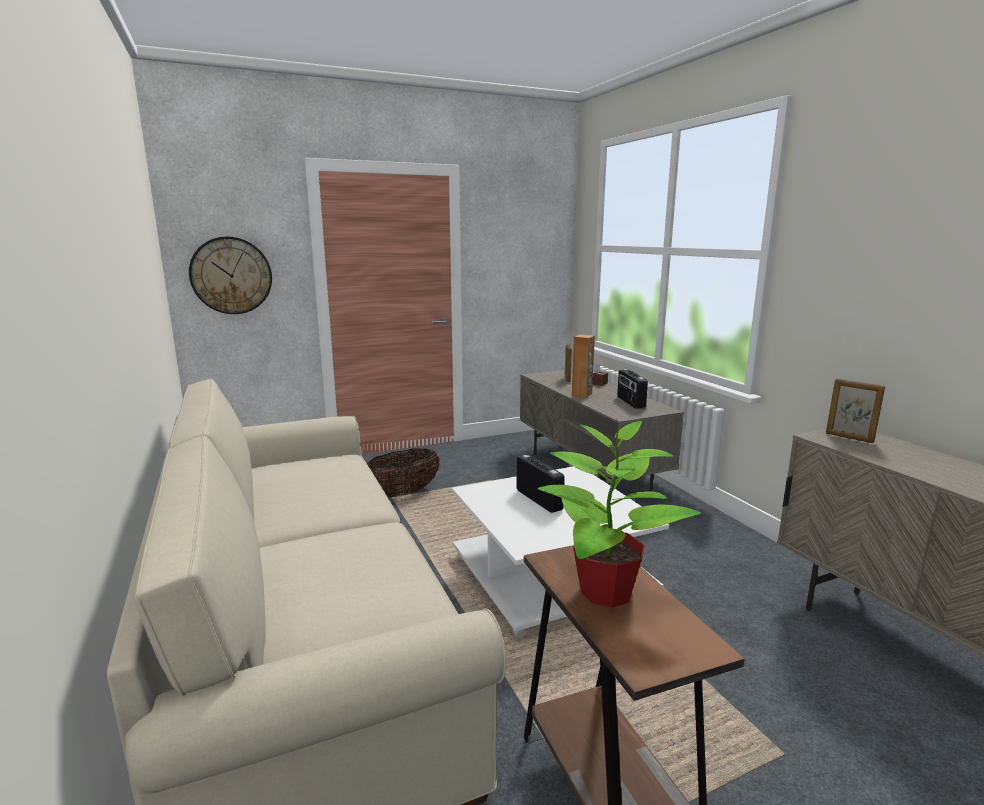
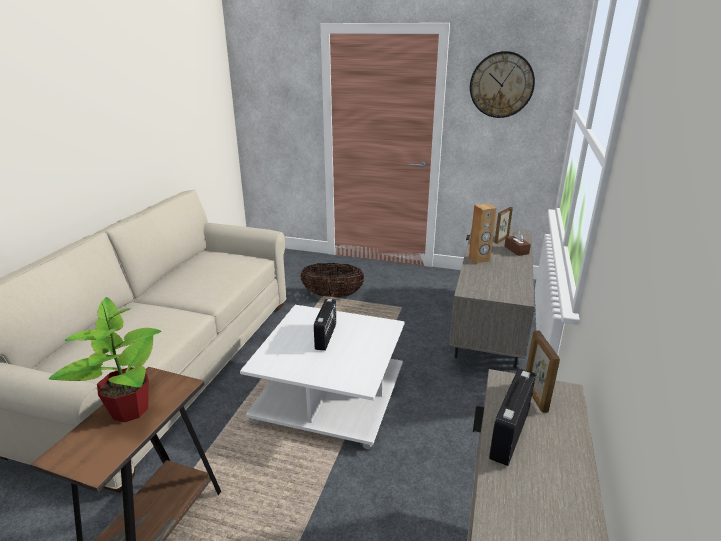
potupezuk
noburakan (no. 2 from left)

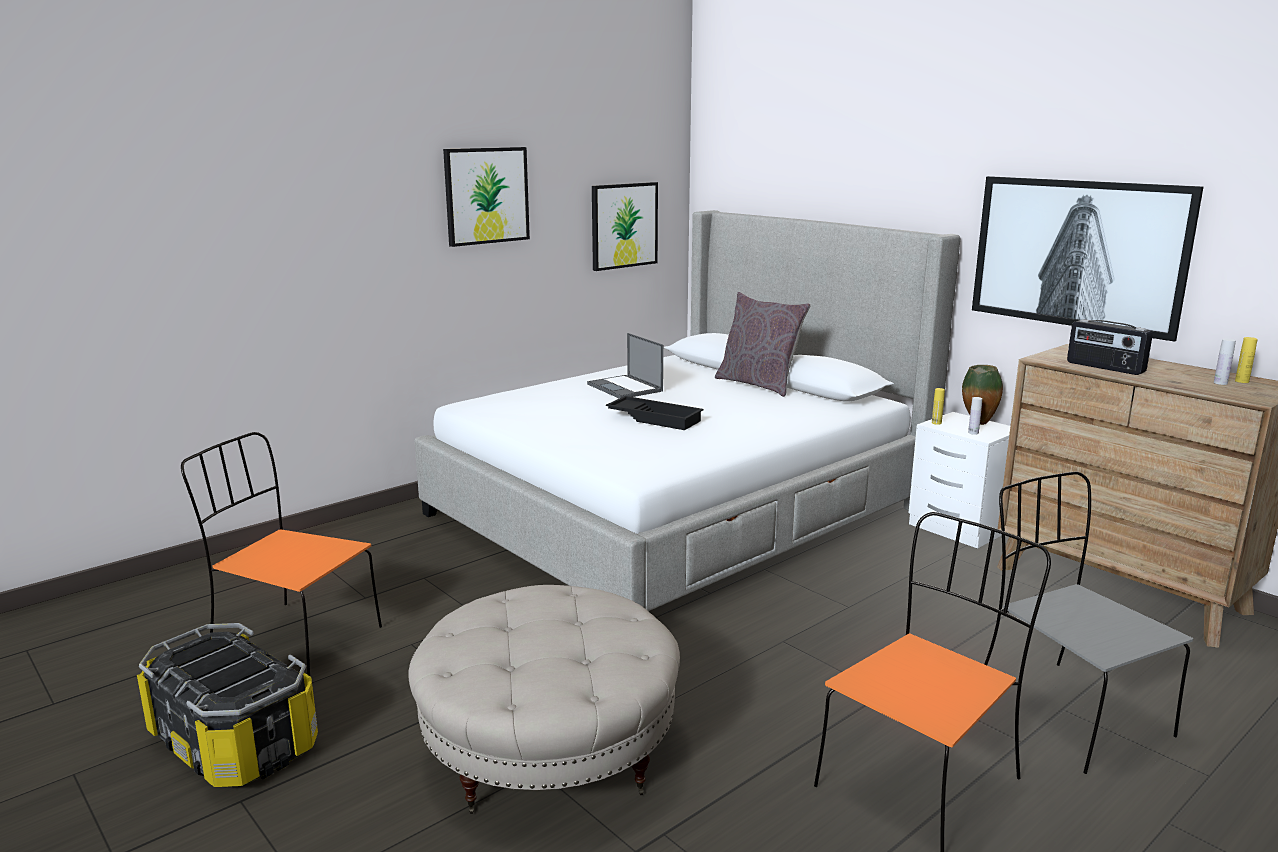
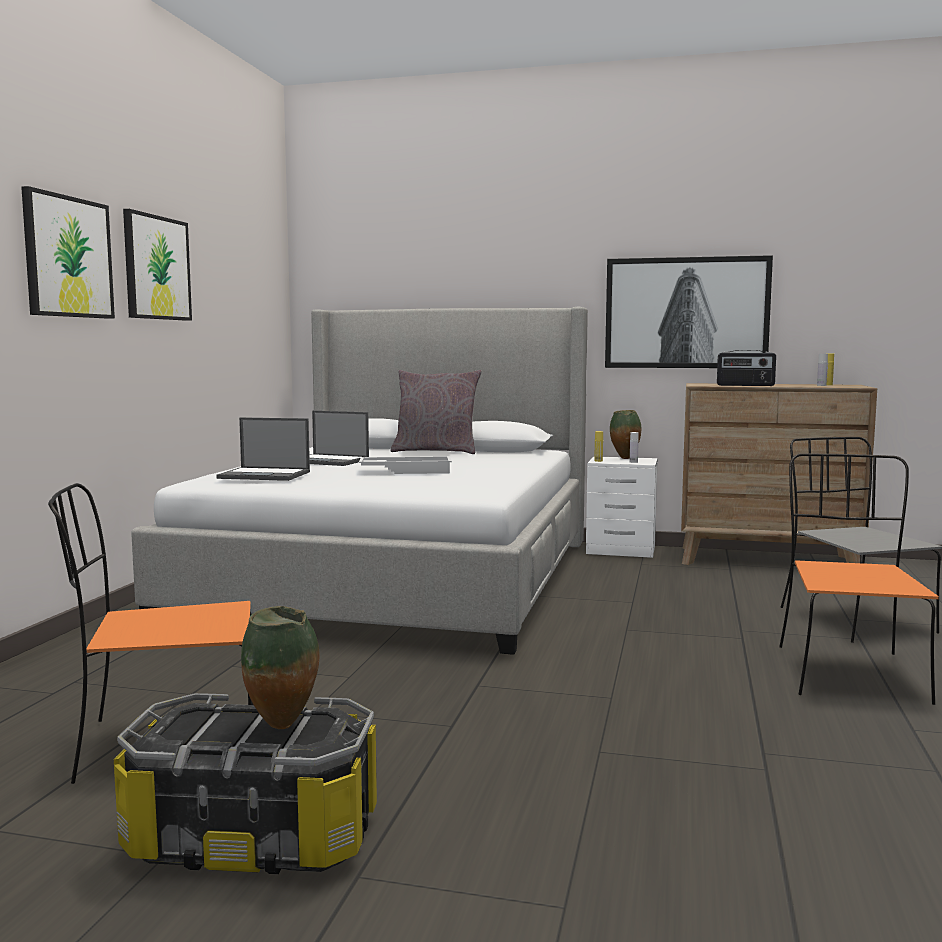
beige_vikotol
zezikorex (no. 1 from left)
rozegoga (no. 1 from left)
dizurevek (no. 1 from left)
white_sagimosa
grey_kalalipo

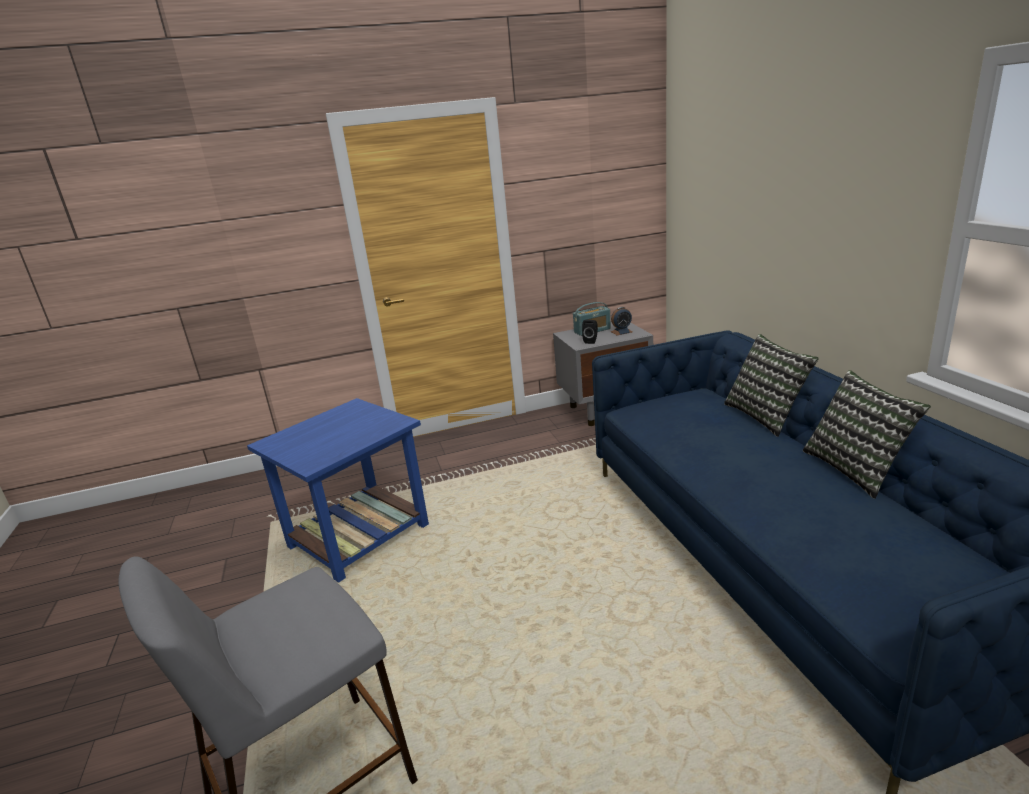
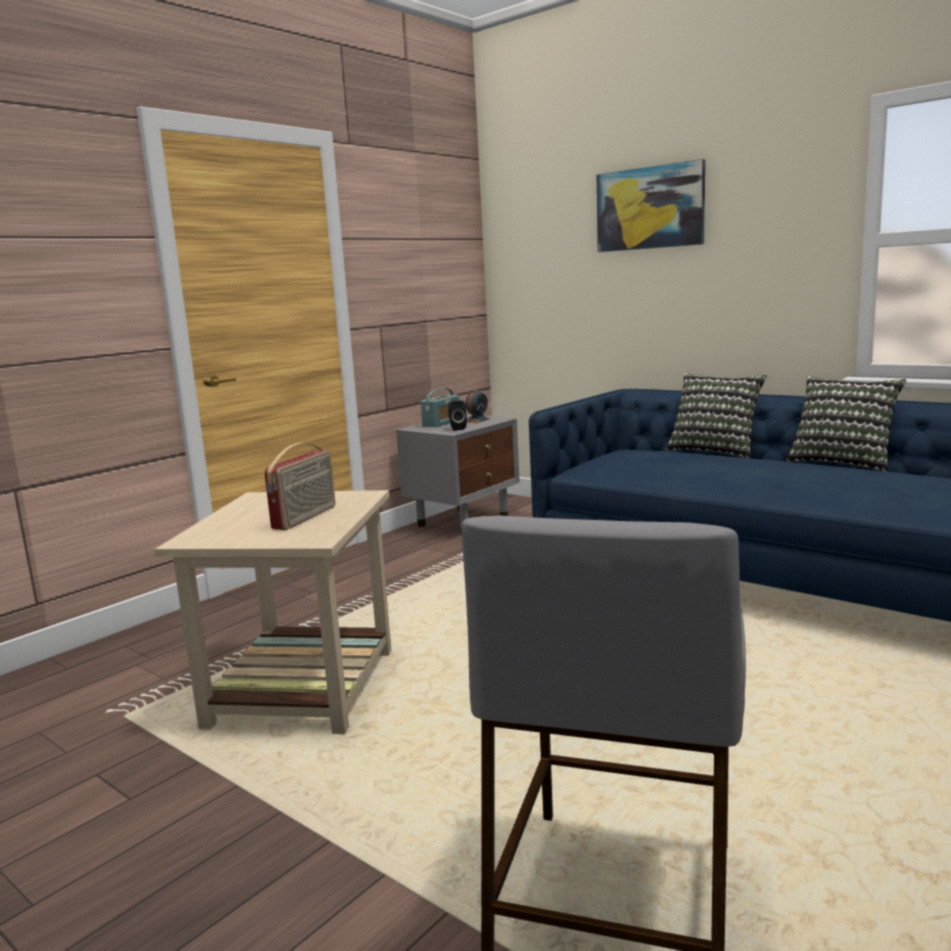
noburakan (no. 1 from left)
dizurevek
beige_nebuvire

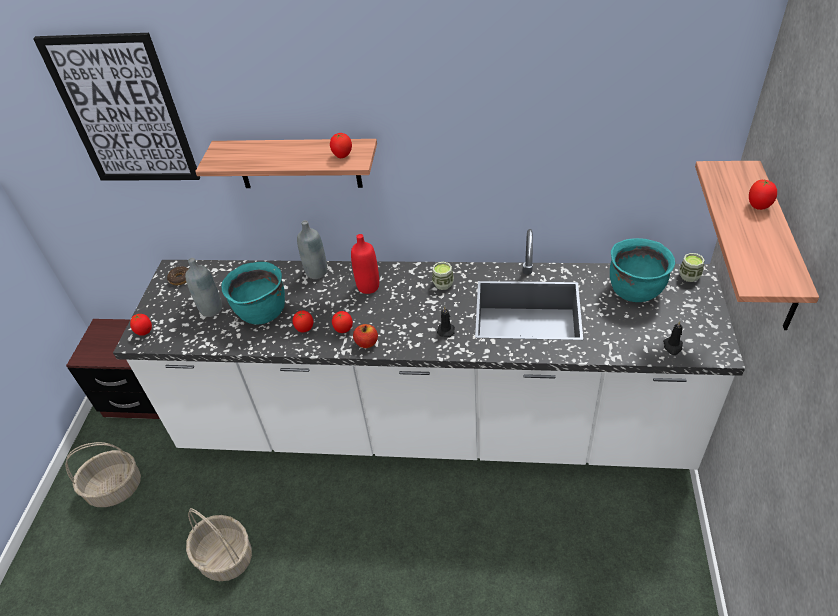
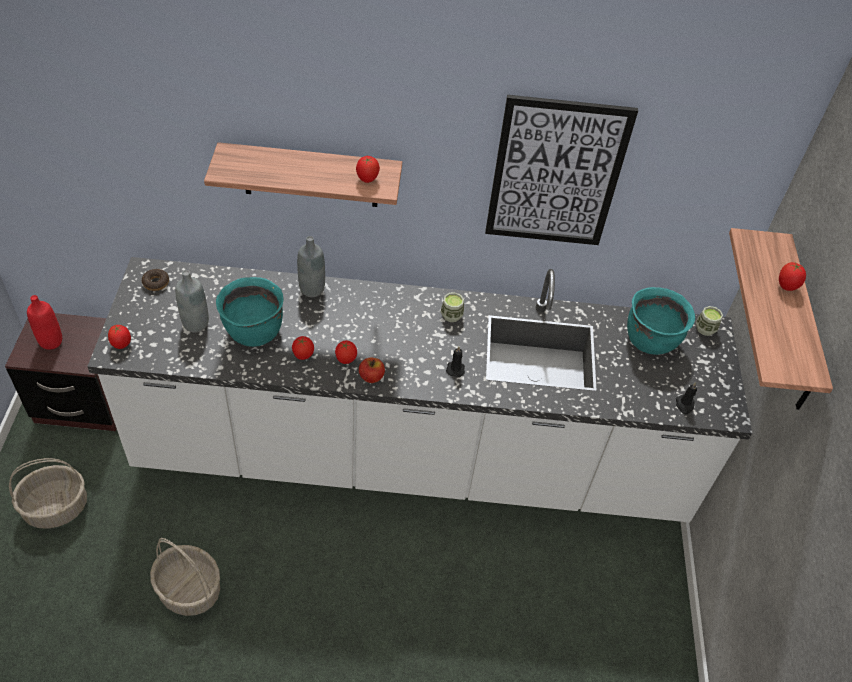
dizurevek
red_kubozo

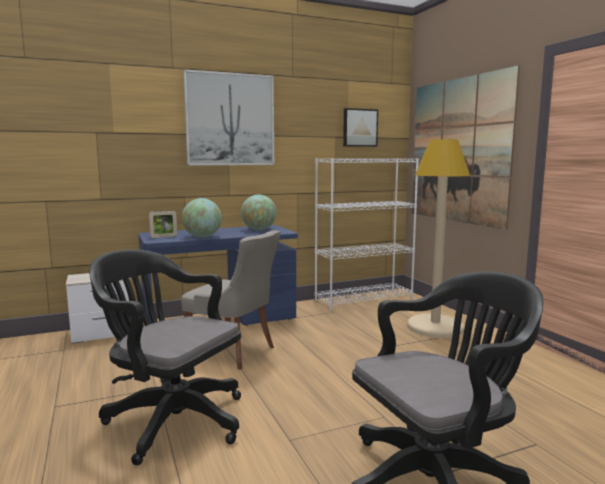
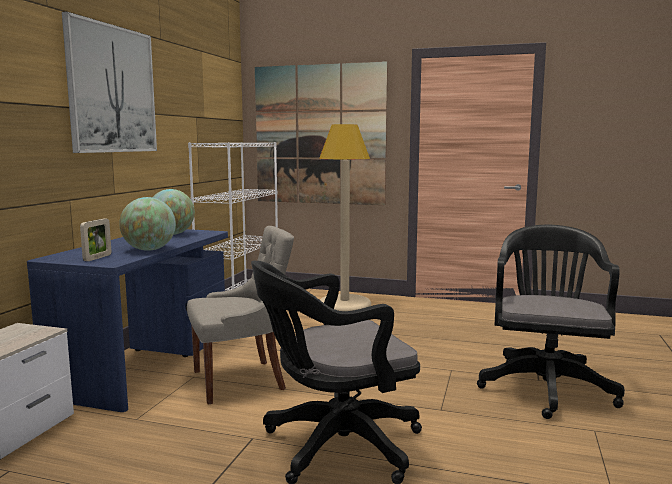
dizurevek (no. 2 from left in the first image)

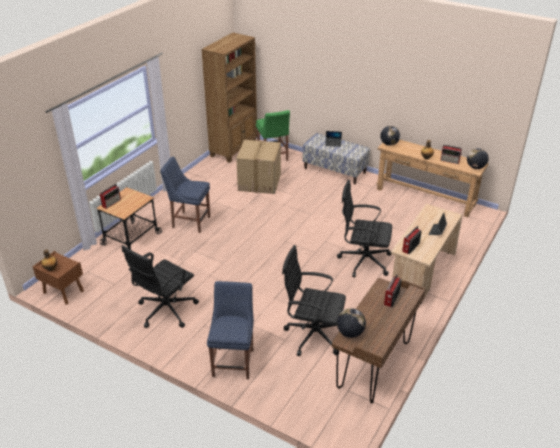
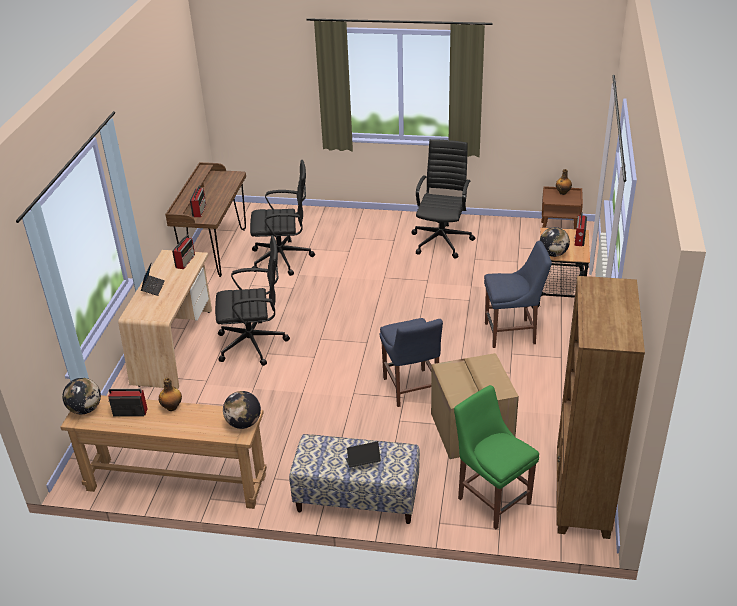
blue_kalalipo (no. 1 from left)
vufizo (no. 3 from left)

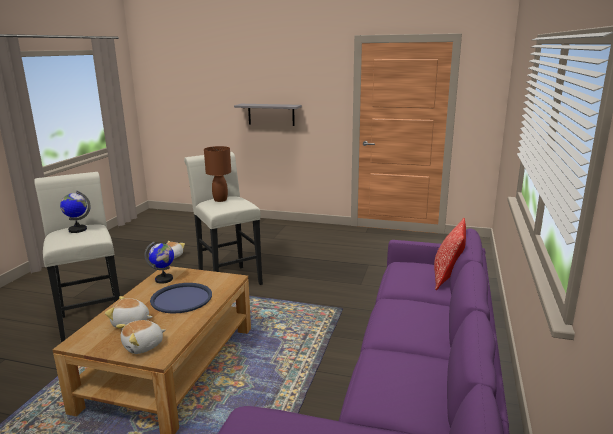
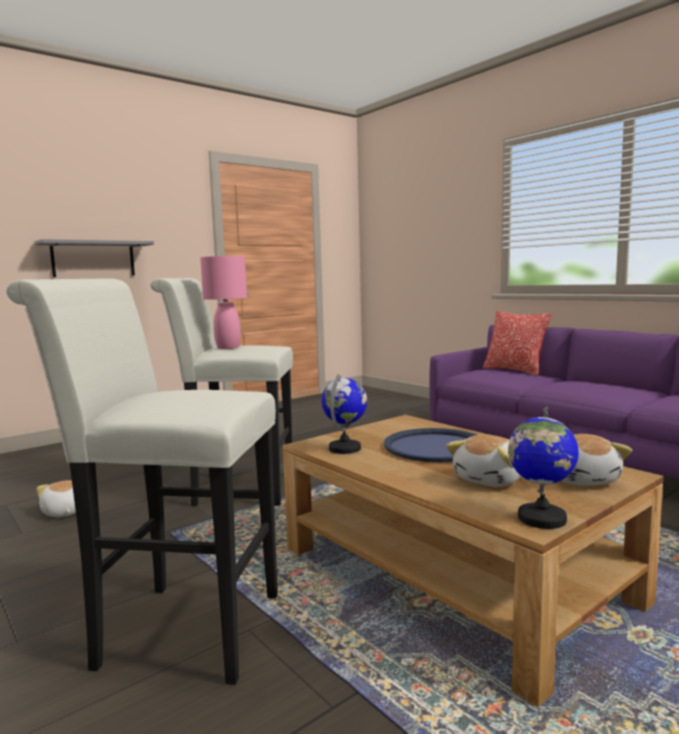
vufizo (no. 2 from left)
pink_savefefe

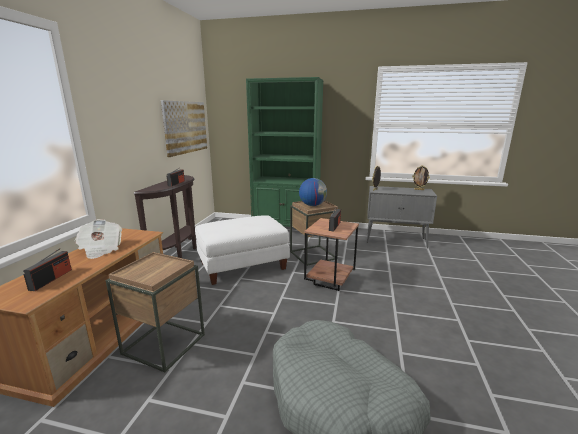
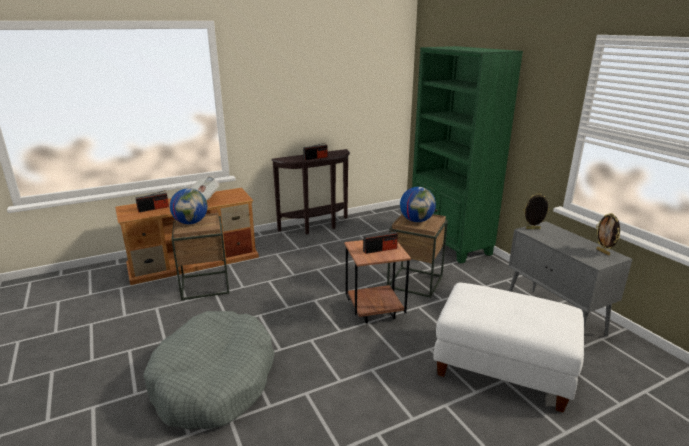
dizurevek
vufizo (no. 1 from left)
white_vikotol

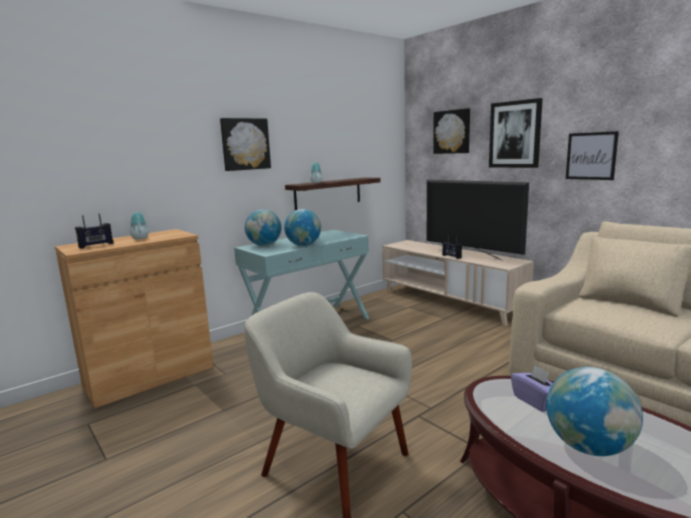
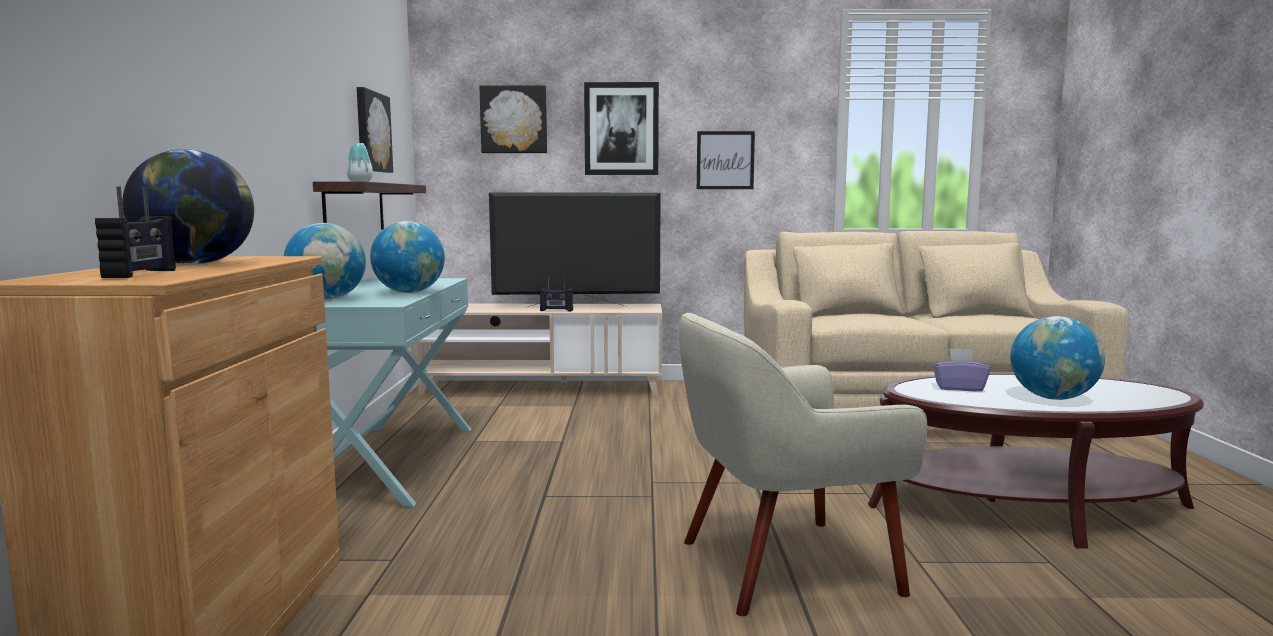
dizurevek (no. 1 from left)
vufizo (no. 1 from left)

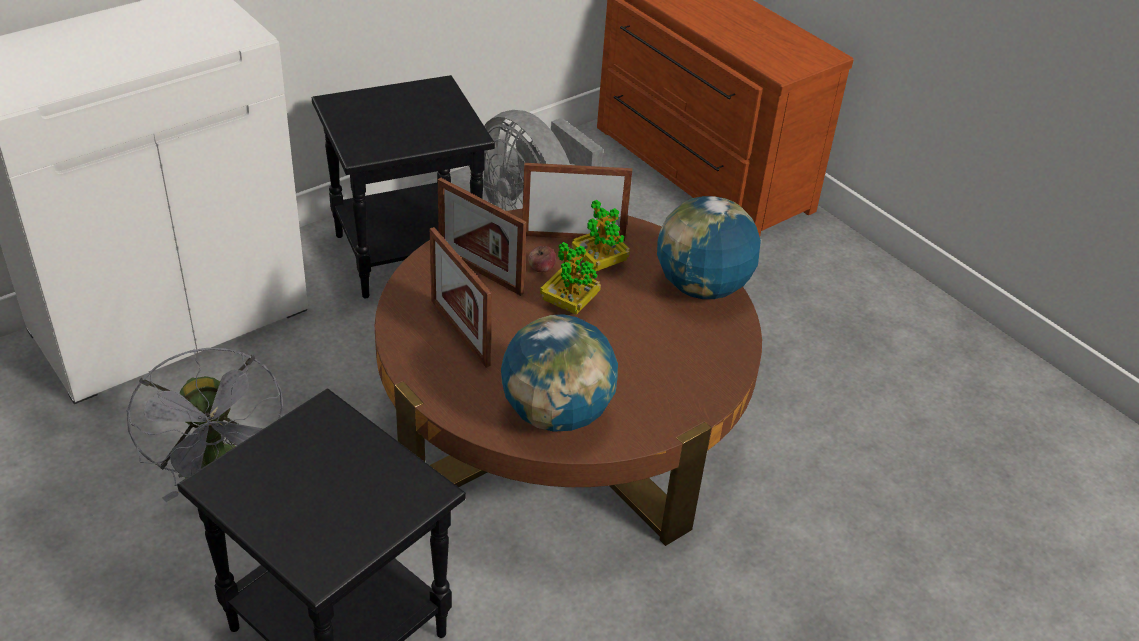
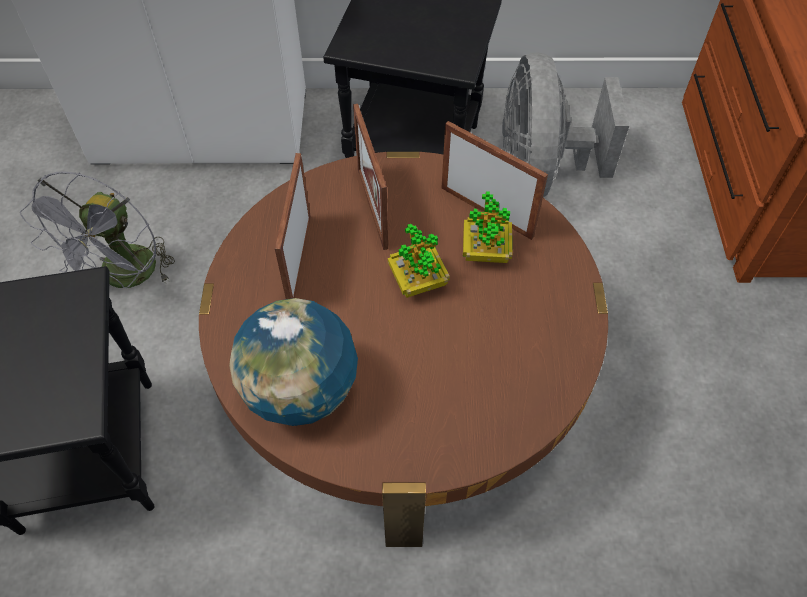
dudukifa
vufizo (no. 2 from left in the first image)

